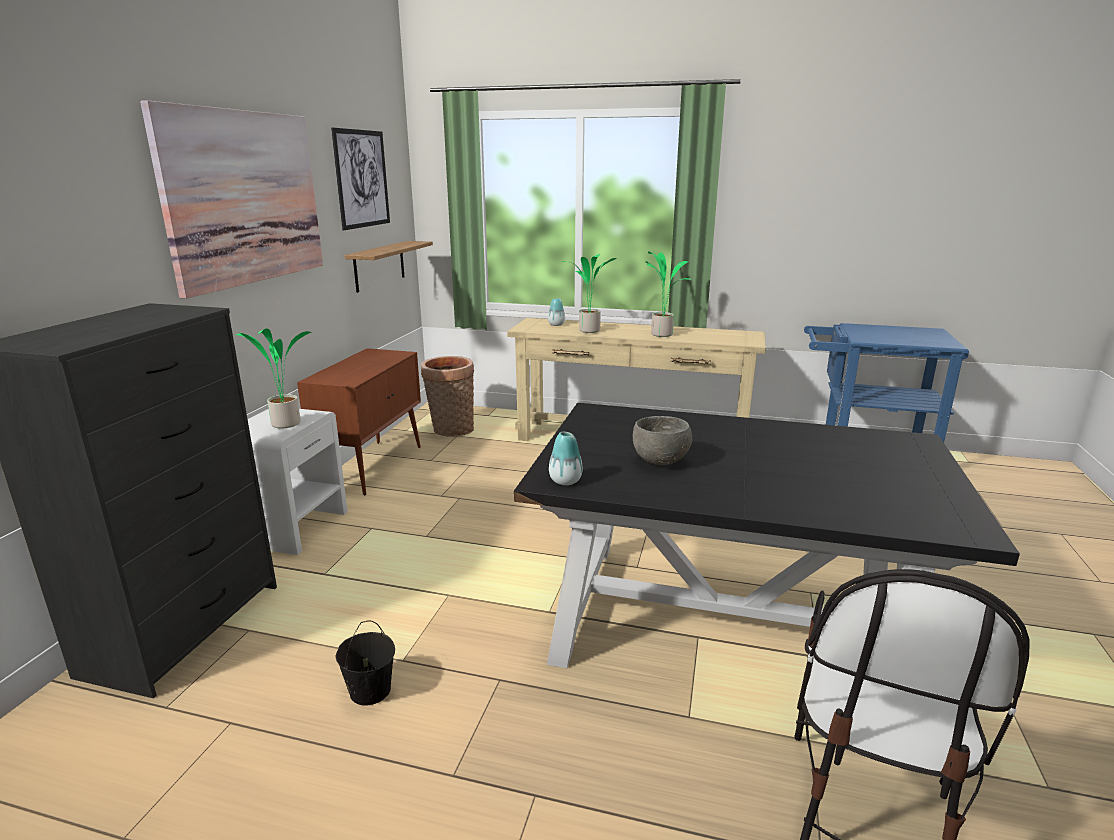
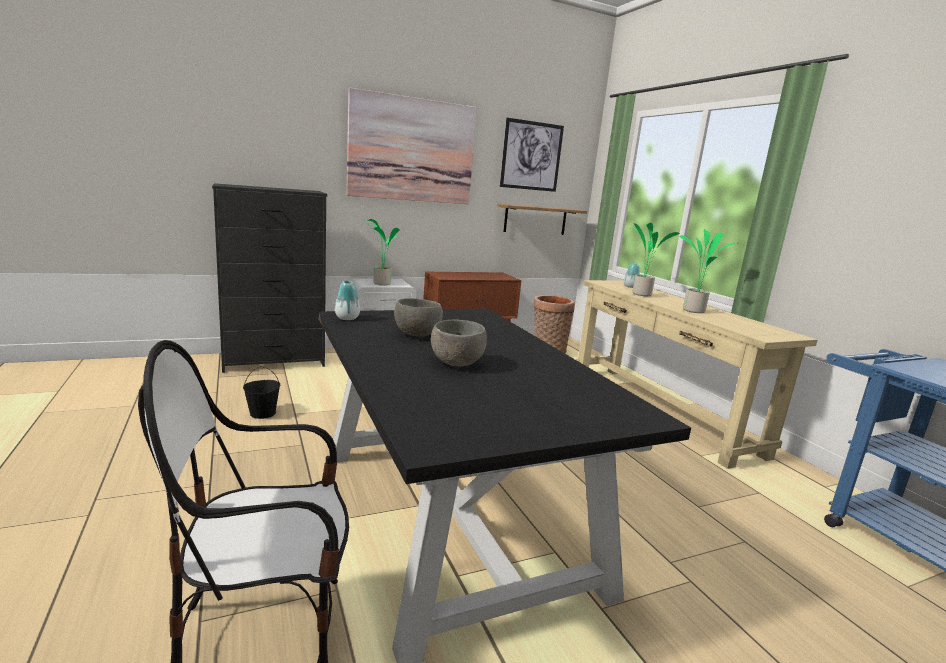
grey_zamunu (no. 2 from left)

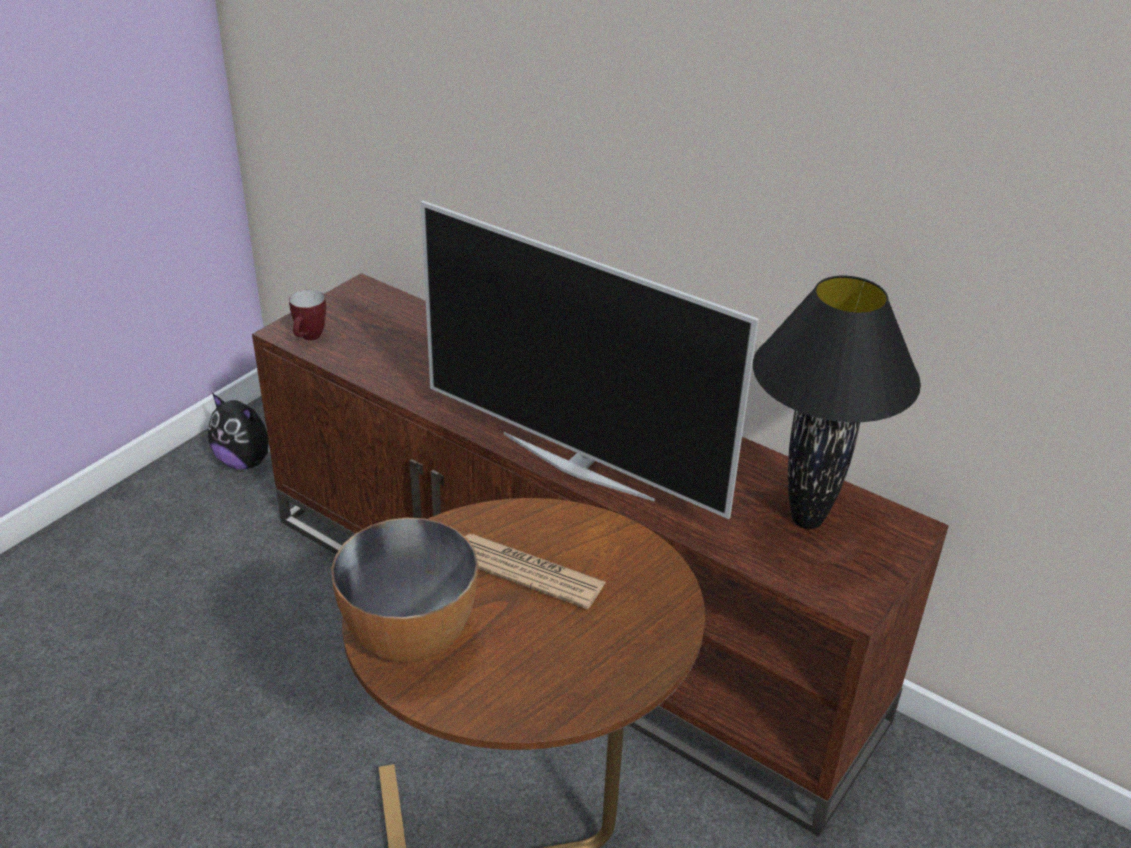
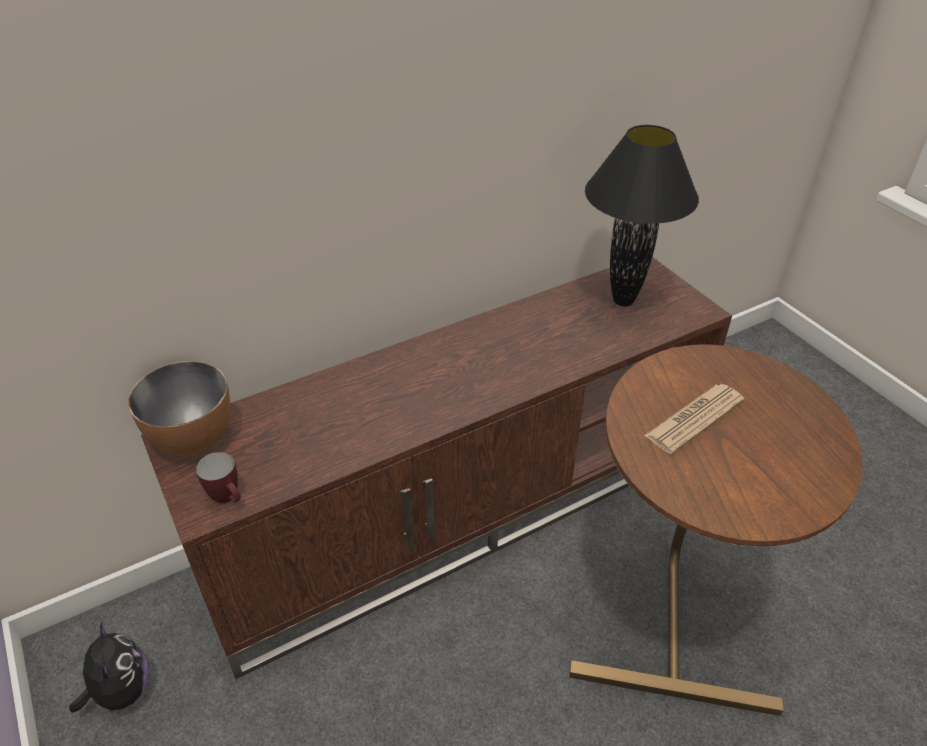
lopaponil
zamunu
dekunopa

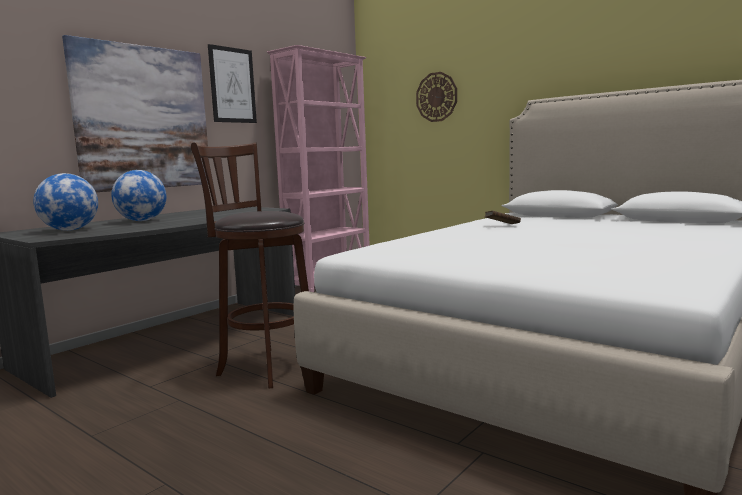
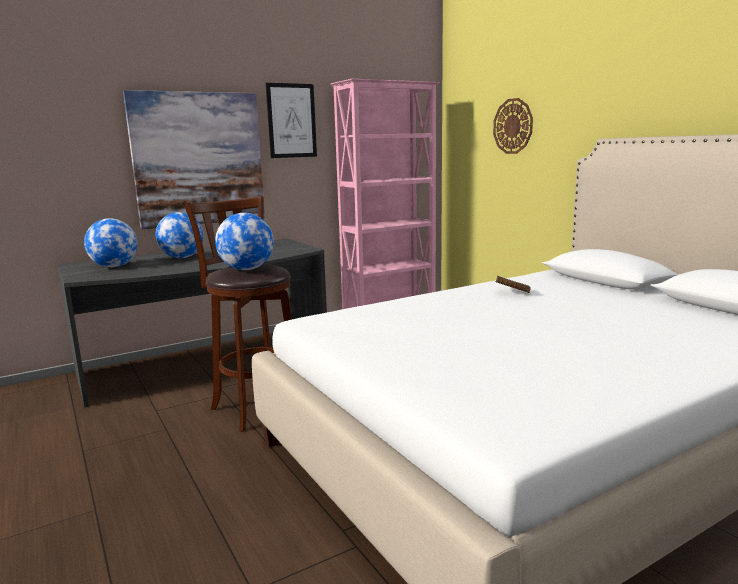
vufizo (no. 3 from left)

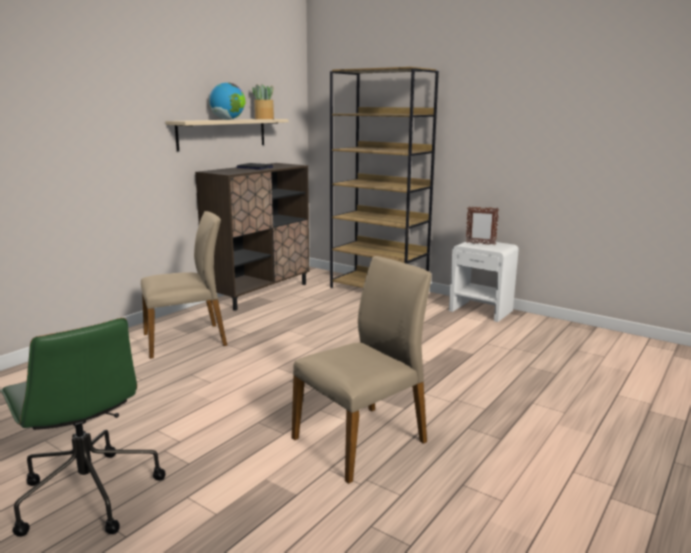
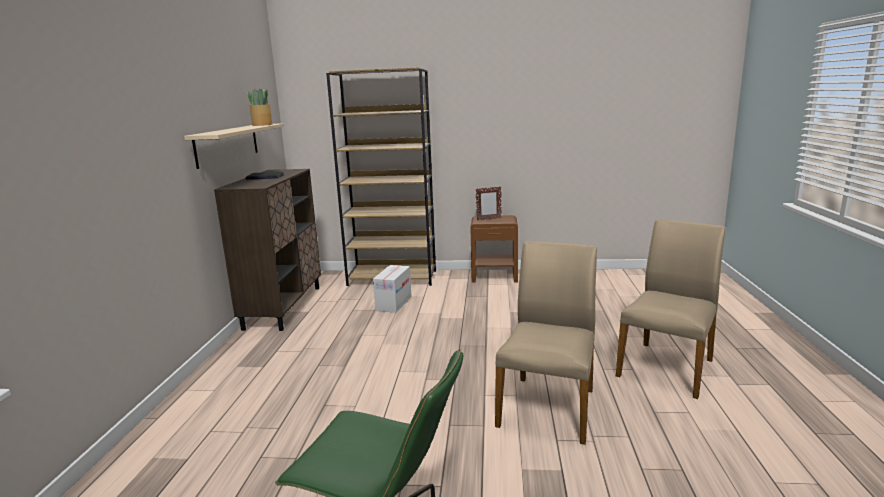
vufizo
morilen
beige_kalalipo (no. 2 from left)
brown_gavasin

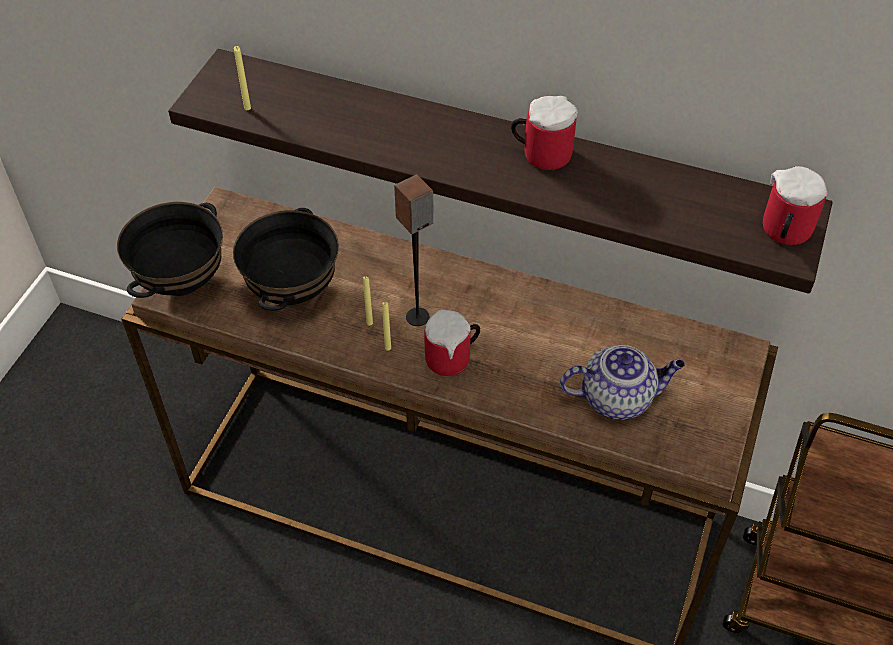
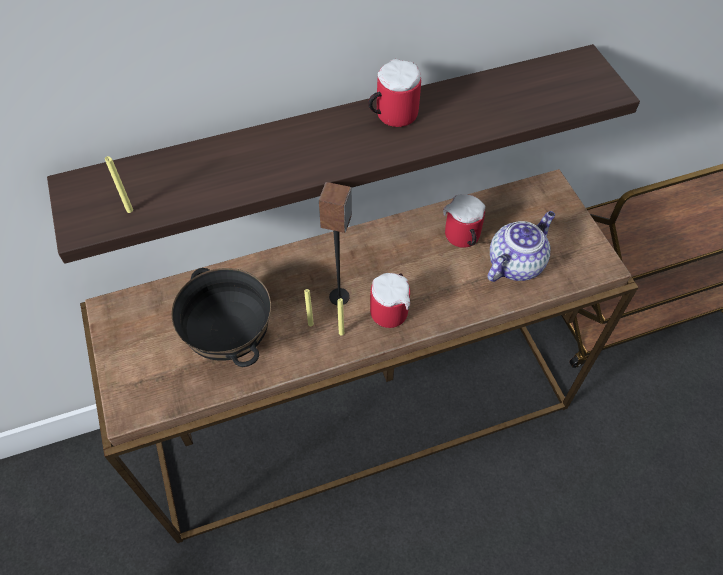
black_zamunu (no. 1 from left in the first image)
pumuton (no. 3 from left)

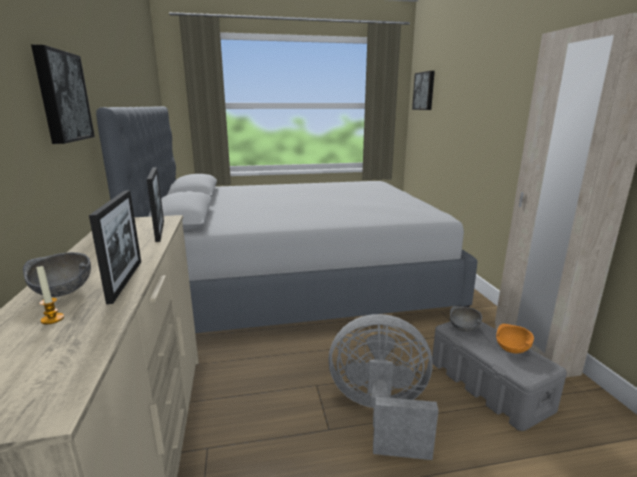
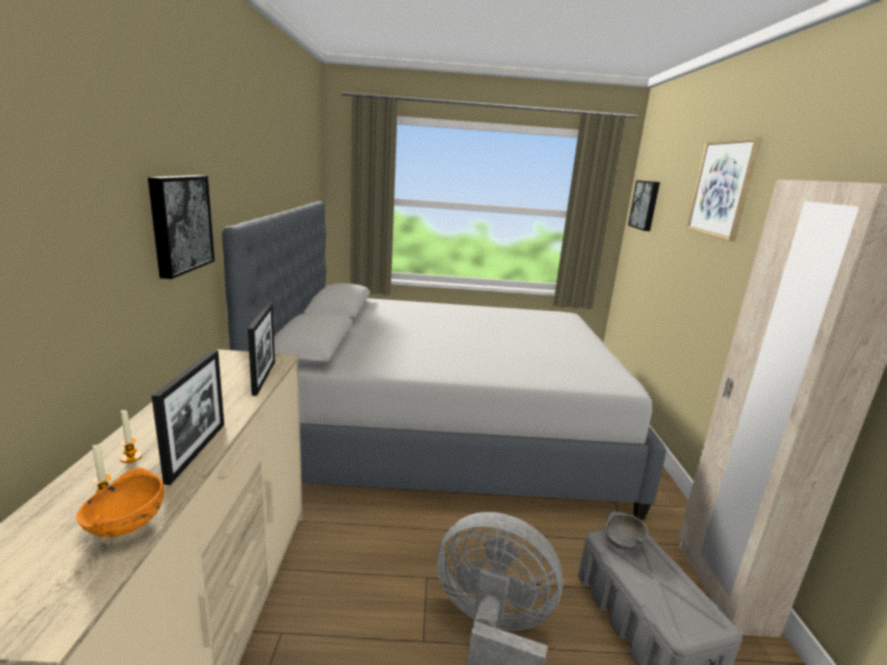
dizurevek (no. 3 from left)
orange_zamunu
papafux (no. 2 from left)

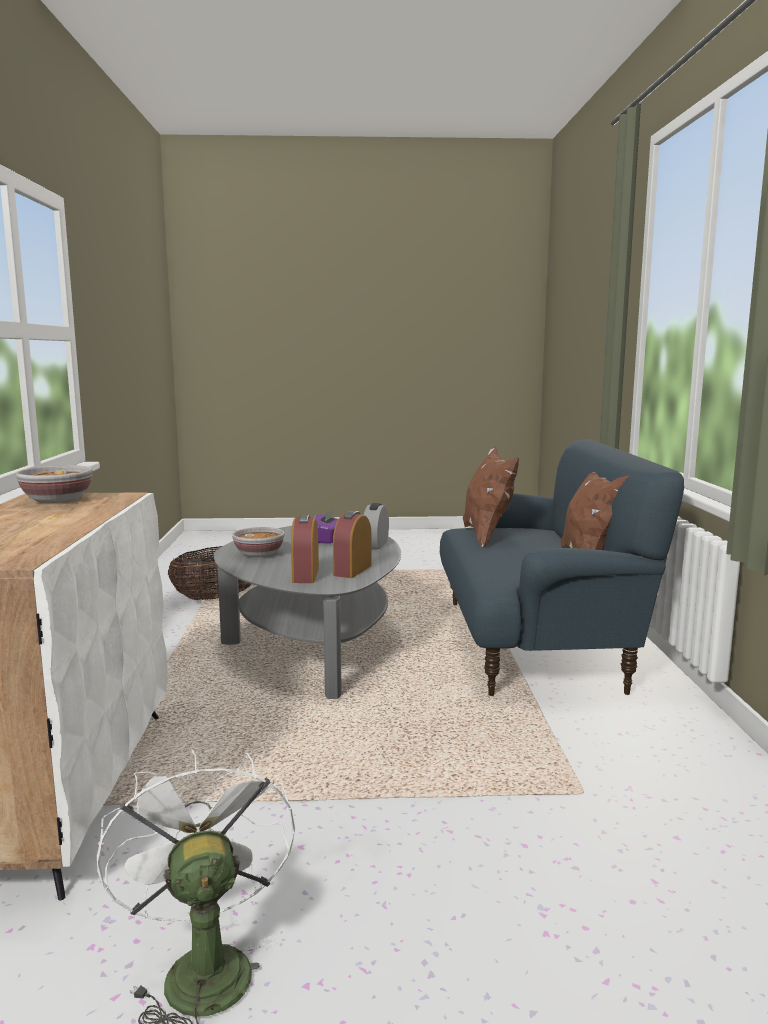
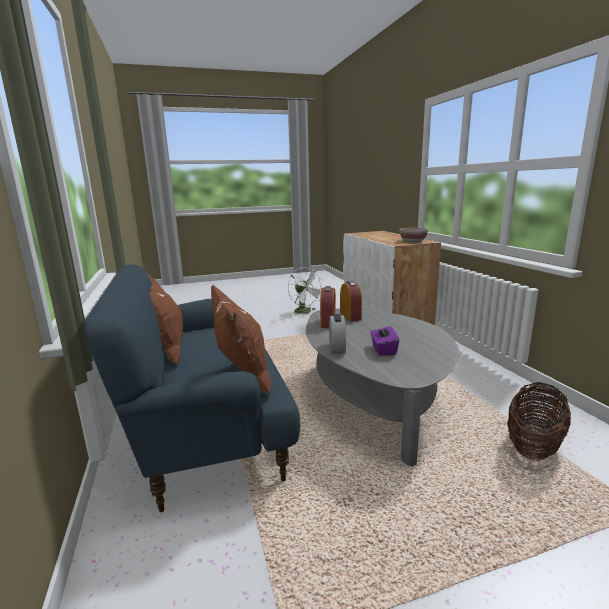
zamunu (no. 2 from left in the first image)

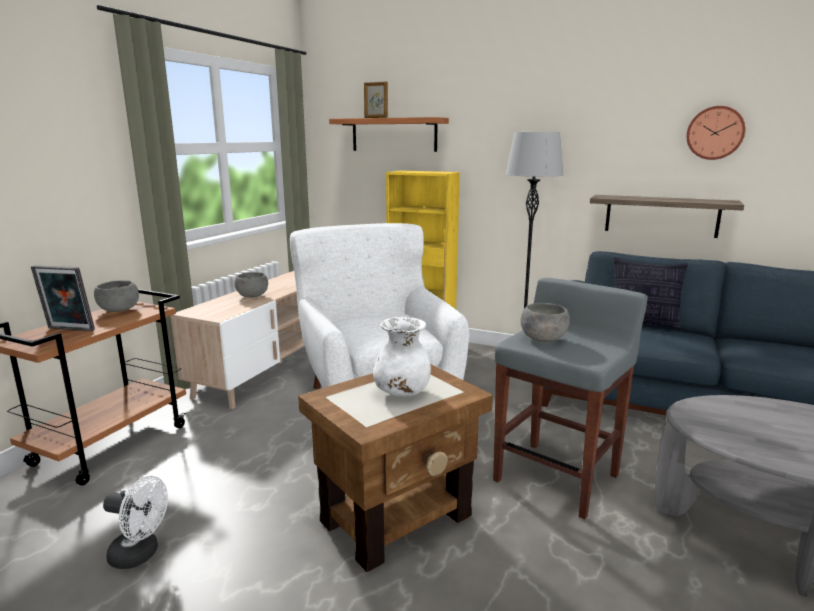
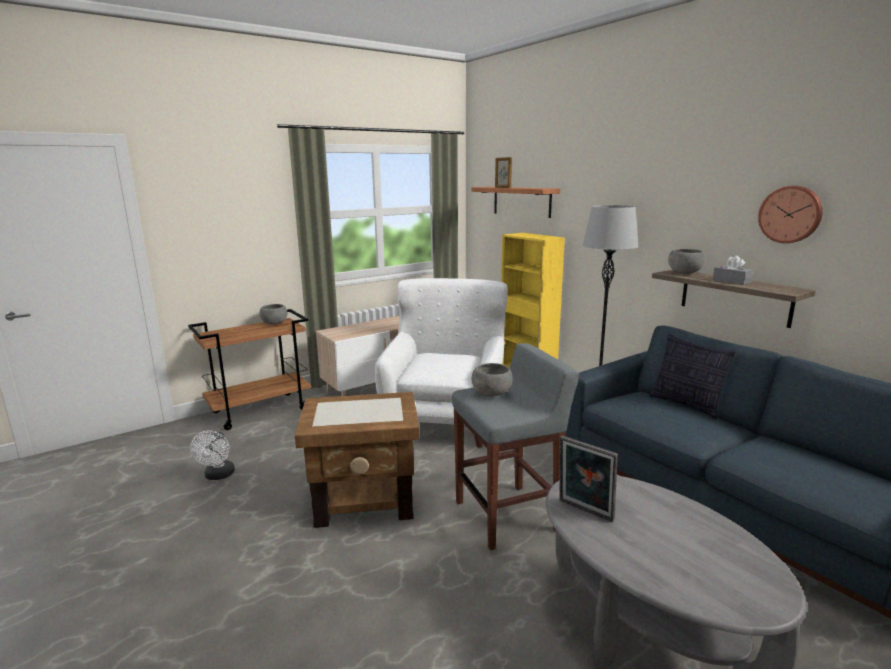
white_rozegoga
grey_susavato
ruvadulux (no. 2 from left)
grey_zamunu (no. 3 from left)
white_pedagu

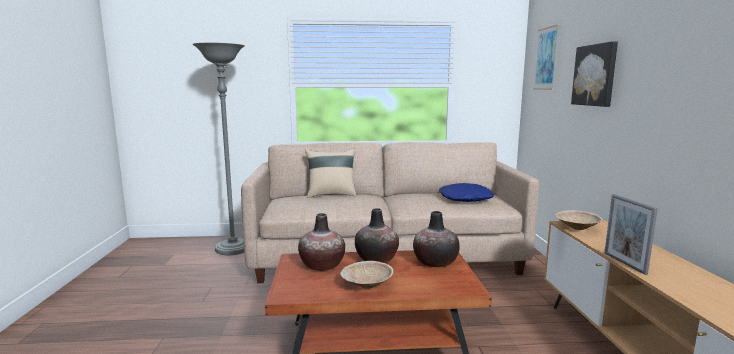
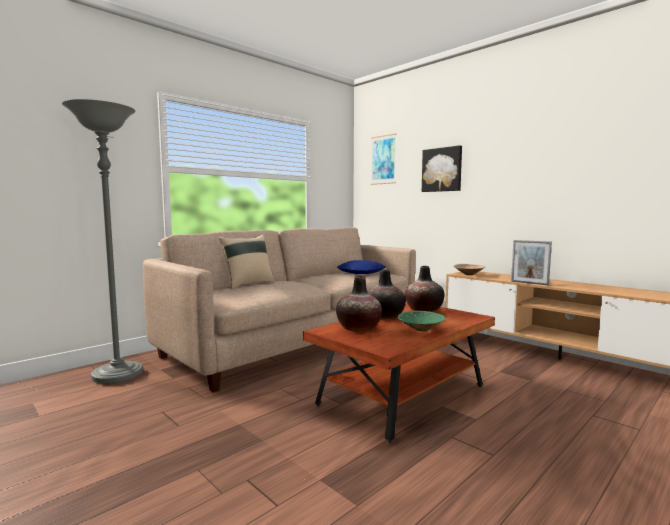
green_zamunu

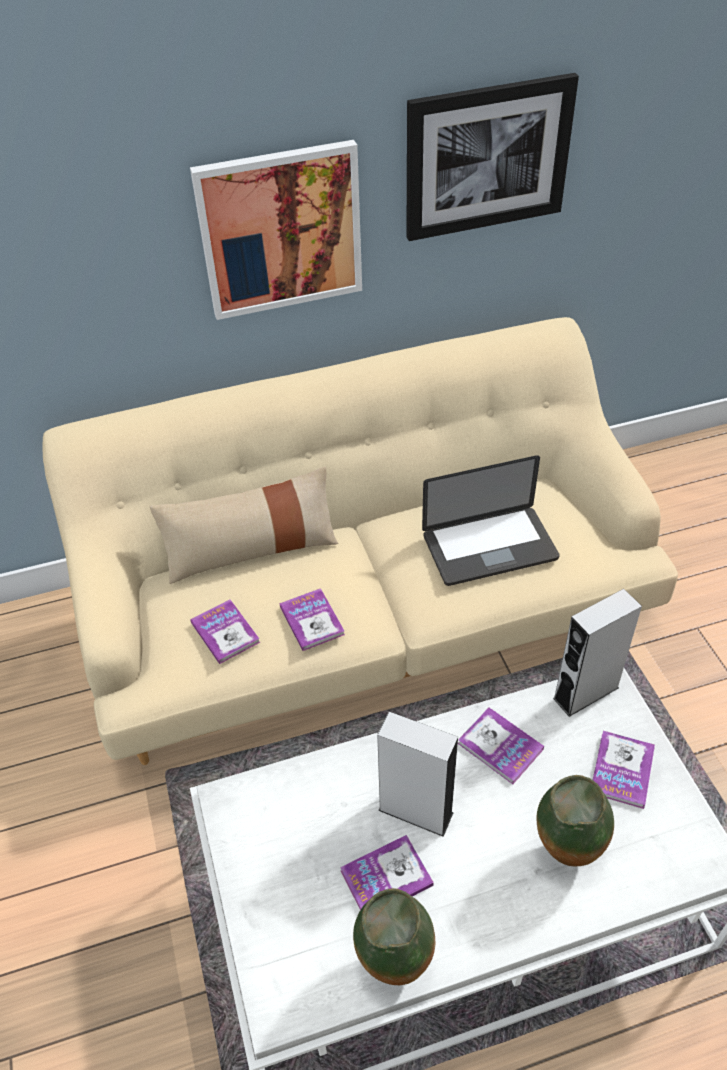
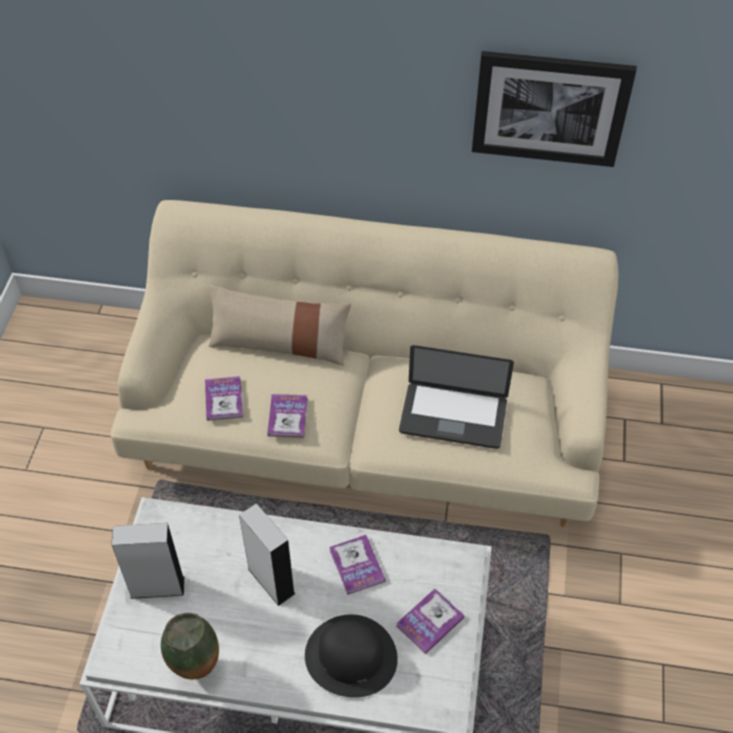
dizurevek (no. 1 from left in the first image)
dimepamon (no. 3 from left in the first image)
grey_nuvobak (no. 1 from left)
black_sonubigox

